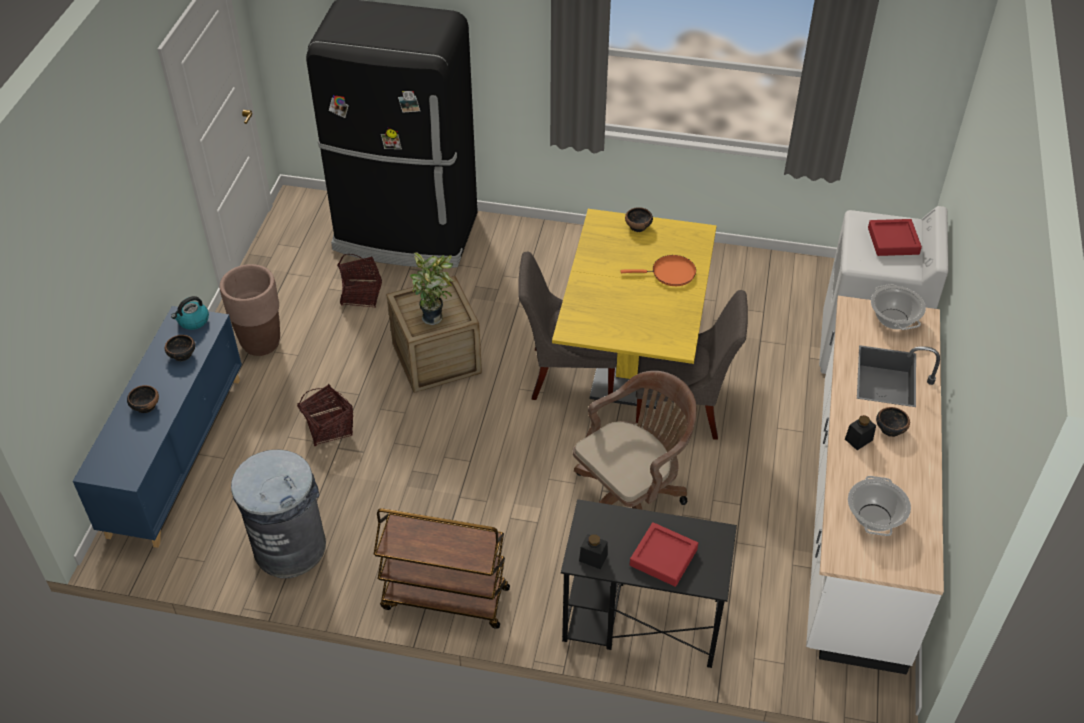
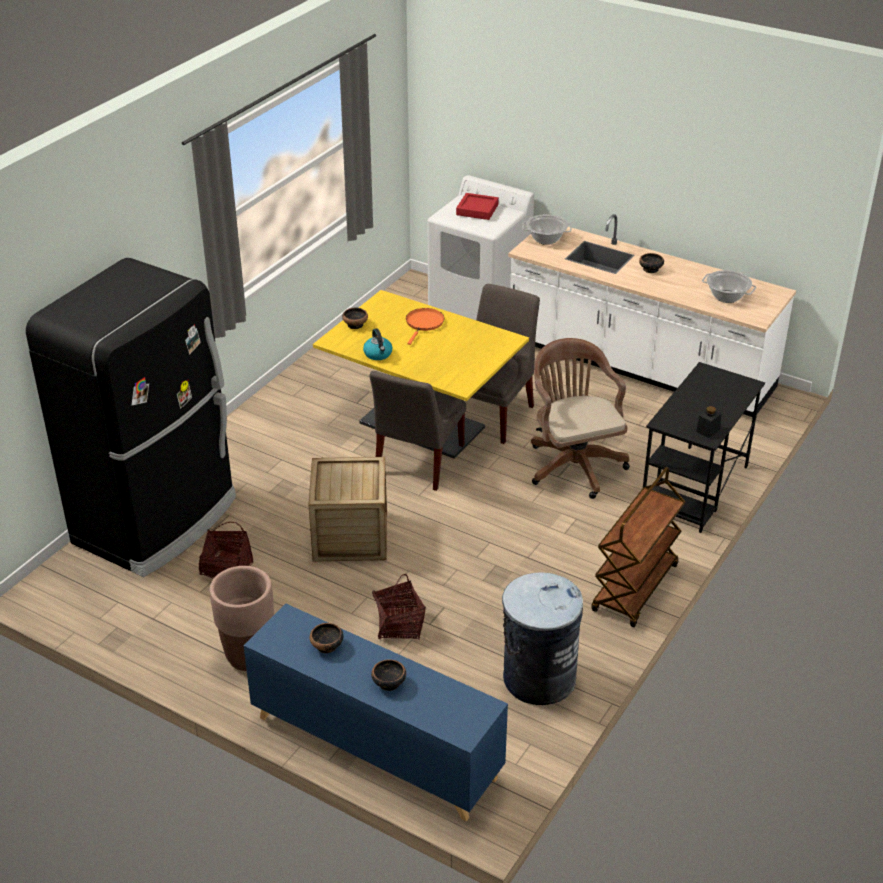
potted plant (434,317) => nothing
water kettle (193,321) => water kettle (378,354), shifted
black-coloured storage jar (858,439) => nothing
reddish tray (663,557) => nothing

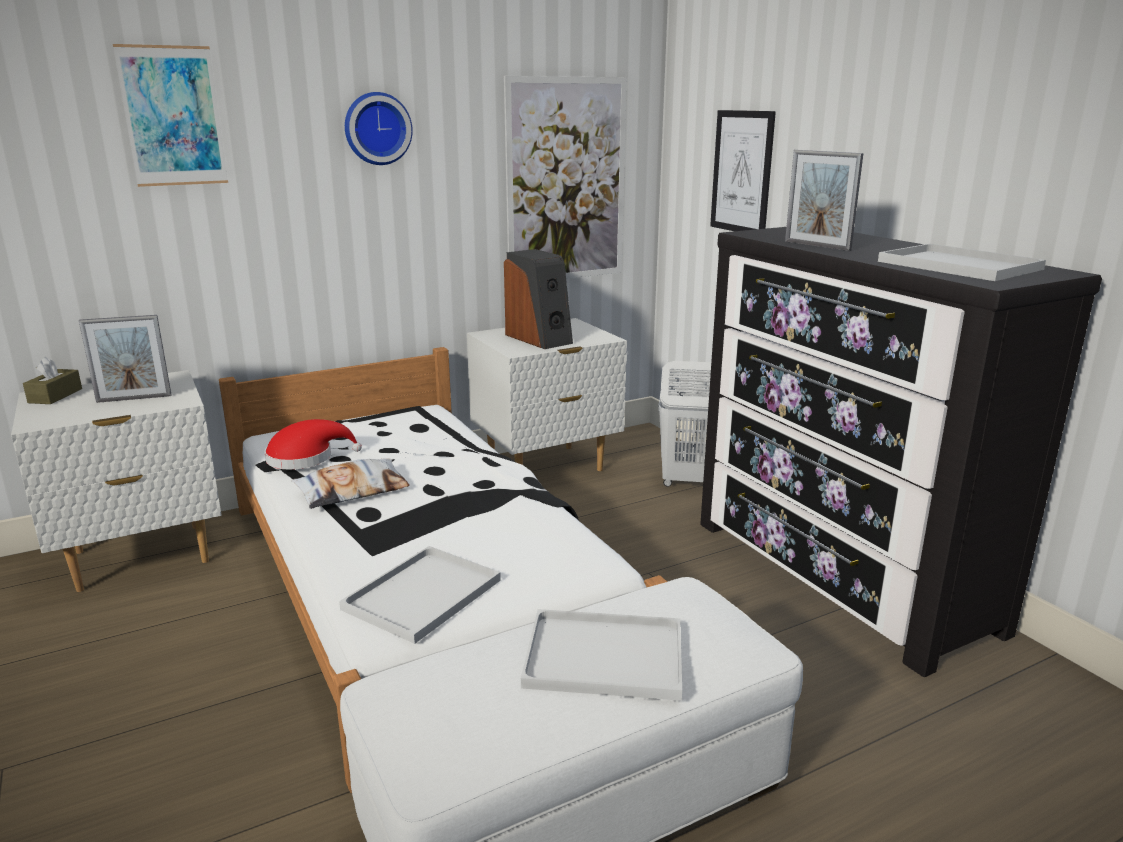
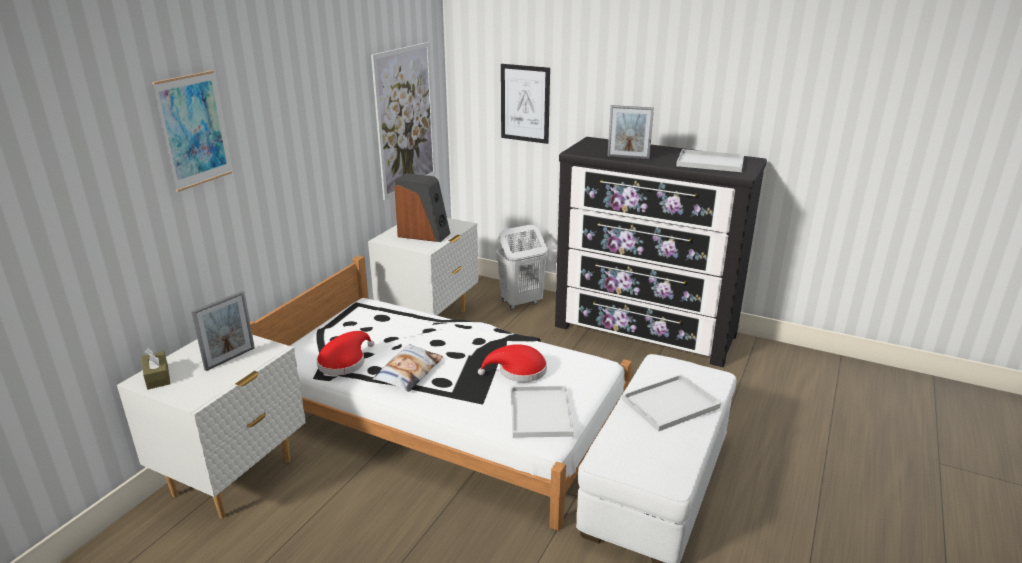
hanging clock (377,128) => nothing
nothing => reddish clothing hat (518,371)

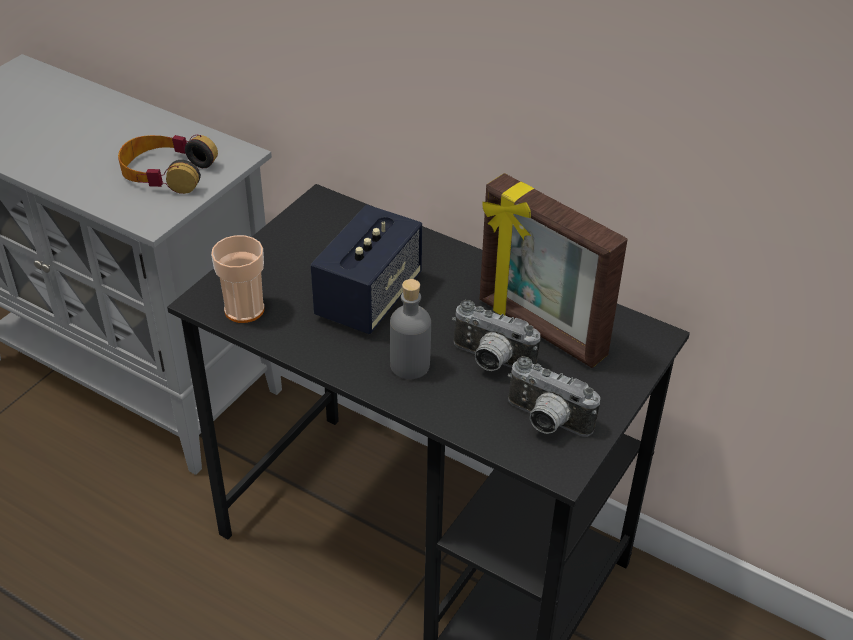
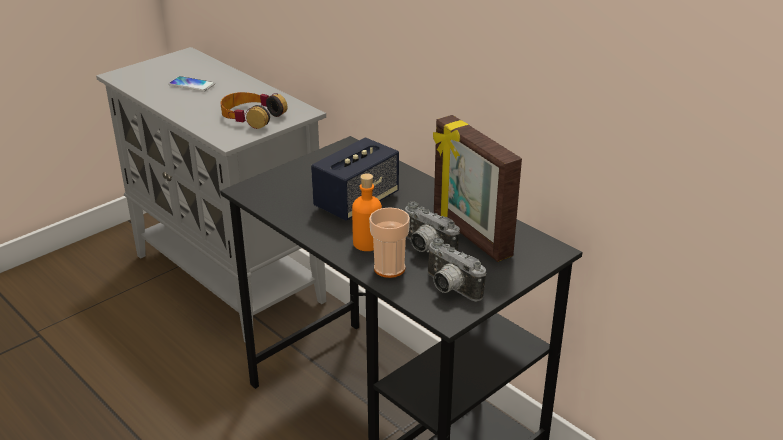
small cup (244,309) => small cup (389,268), shifted
gray beverage bottle (410,365) => orange-coloured beverage bottle (367,243)
nothing => telephone (192,85)

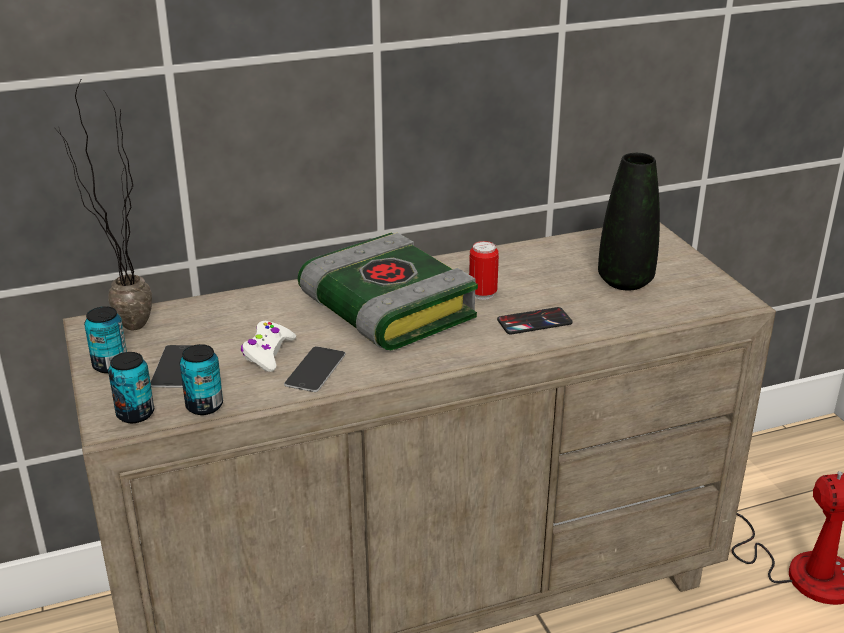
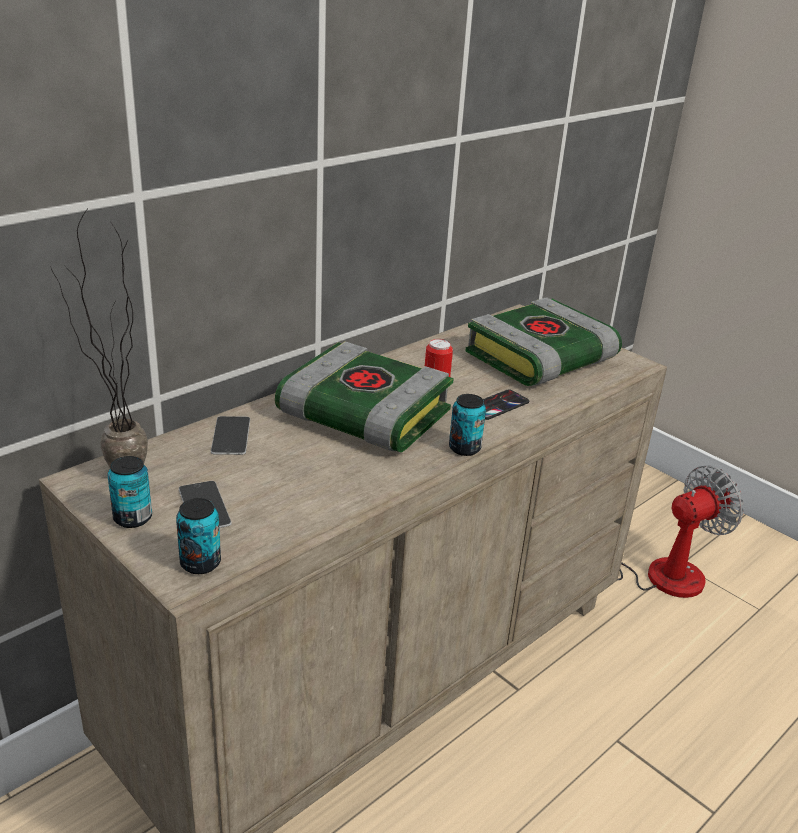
black-coloured flower vase (625,281) => book (540,359)
whitish game controller (268,353) => nothing
sealed can (204,406) => sealed can (464,448), shifted
telephone (315,369) => telephone (231,435), shifted

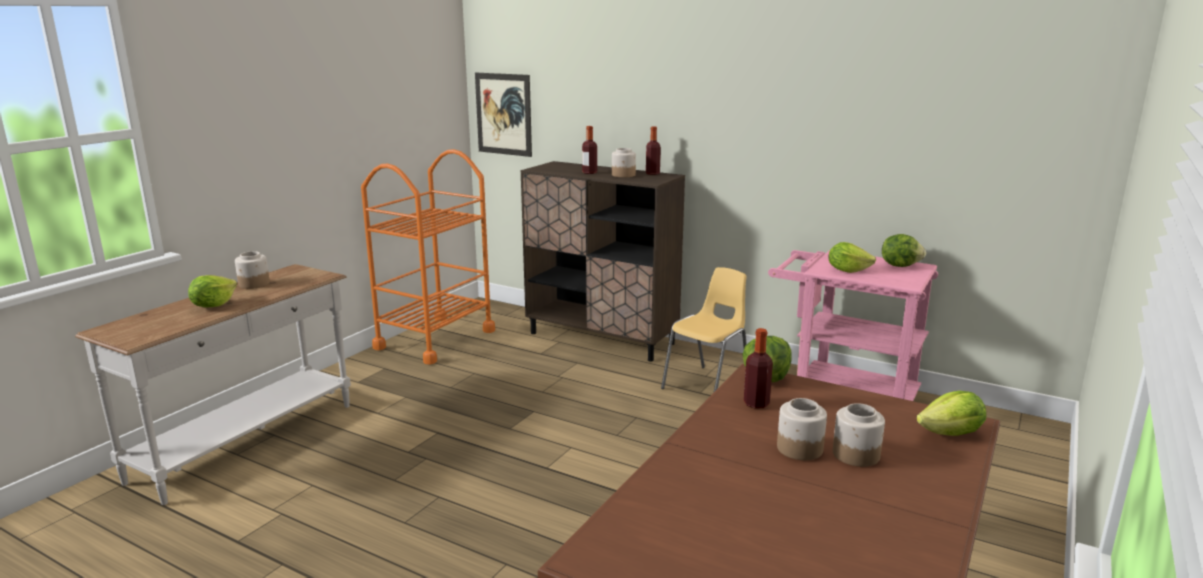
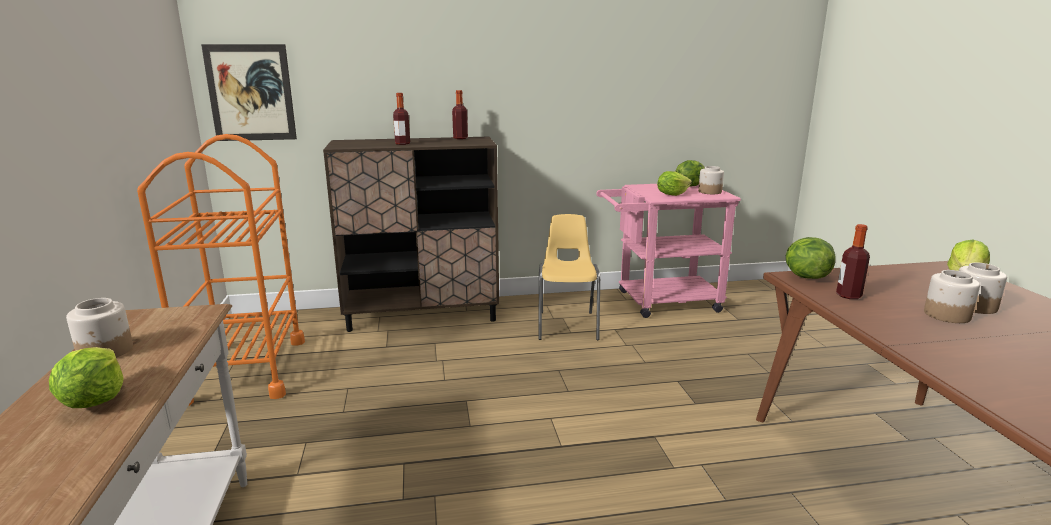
storage jar (623,175) => storage jar (710,192), shifted

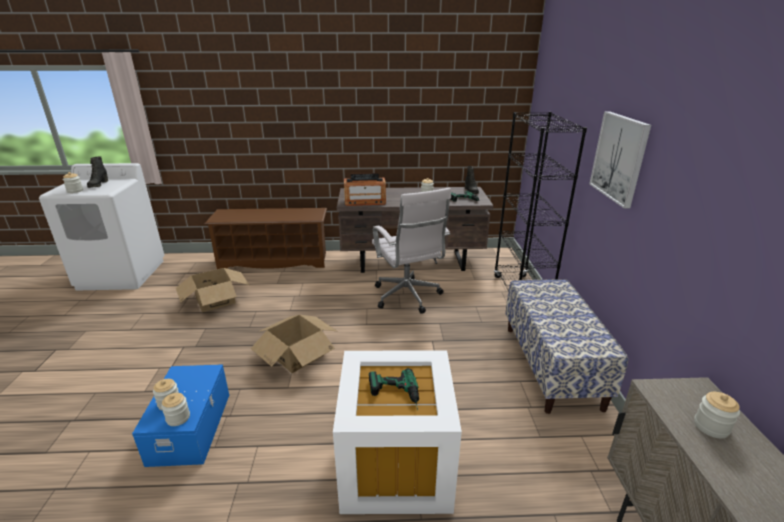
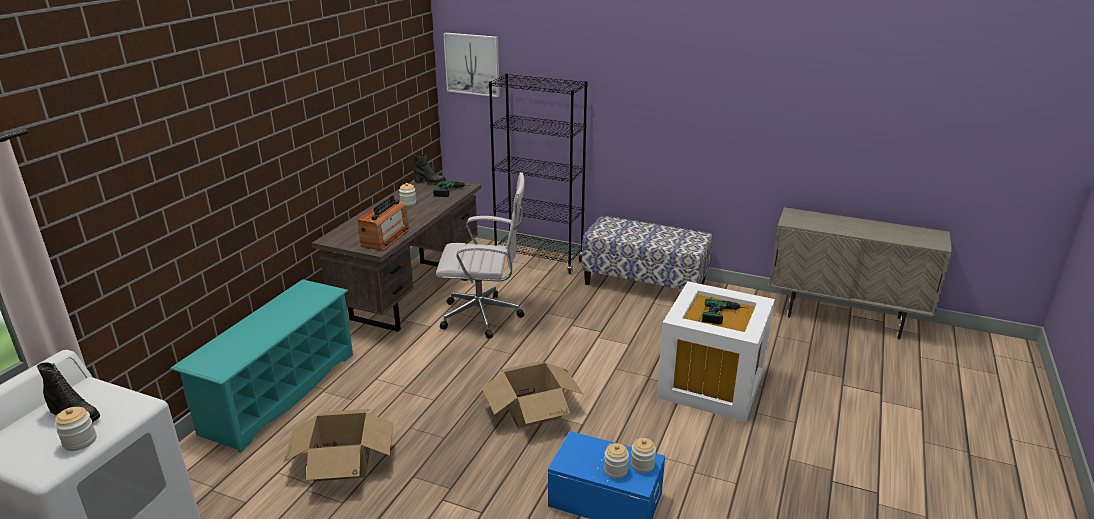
picture (619,158) => picture (472,64), shifted
brown-coloured shoe stand (274,260) => turquoise shoe stand (280,392)
storage jar (711,426) => nothing

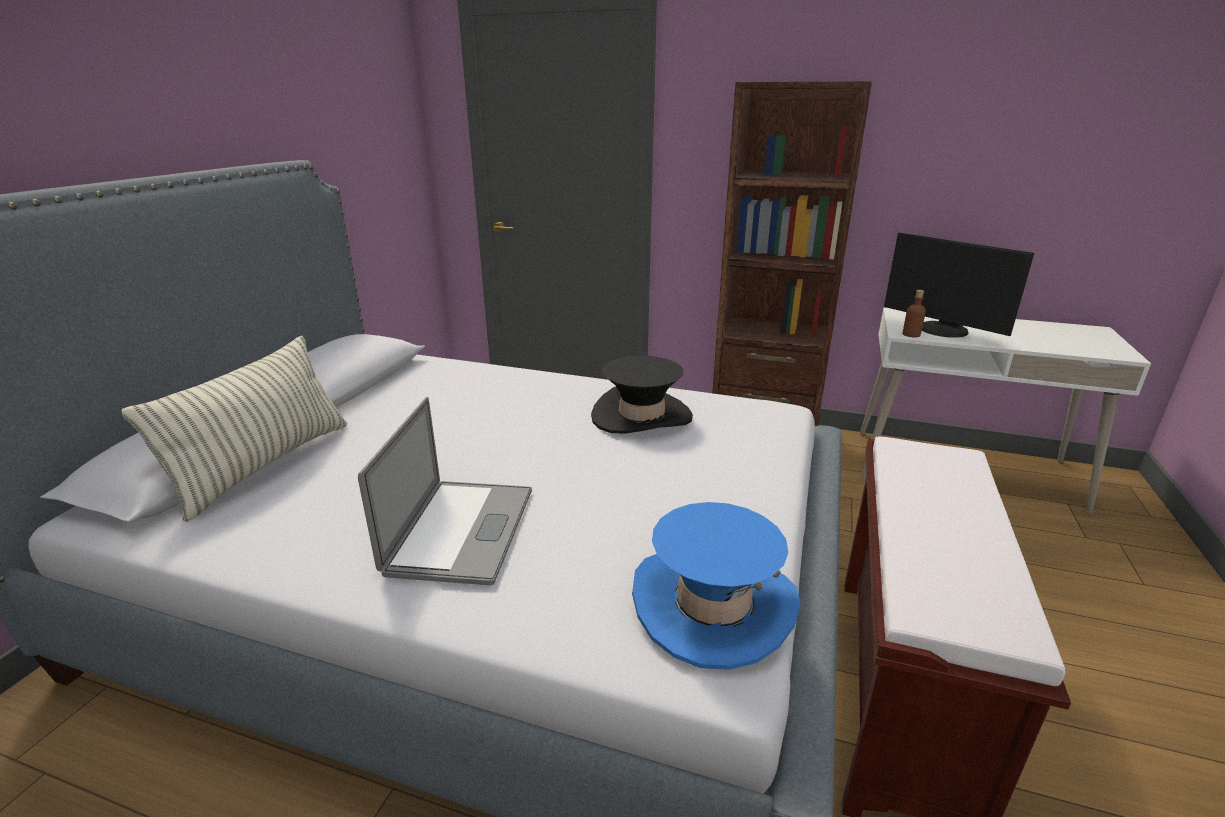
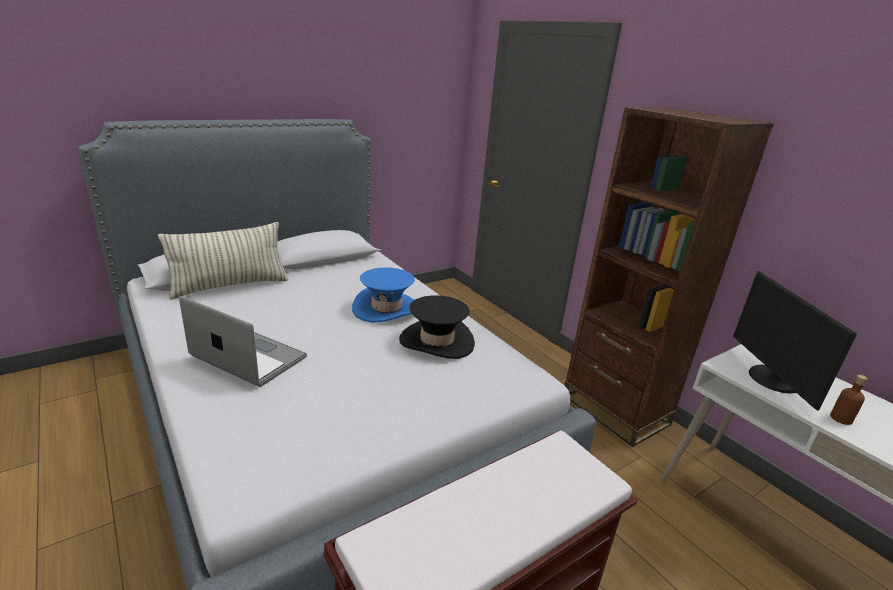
brown-coloured beverage bottle (911,334) => brown-coloured beverage bottle (841,418), shifted
portable computer (461,530) => portable computer (248,357), 105 degrees counterclockwise
blue-coloured clothing hat (713,605) => blue-coloured clothing hat (386,309), shifted

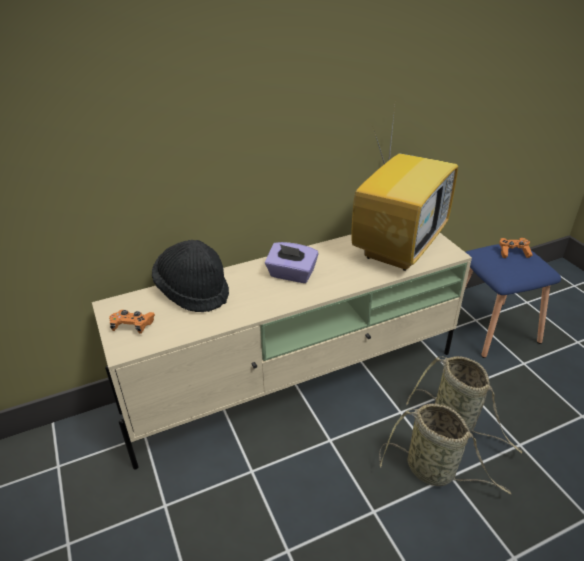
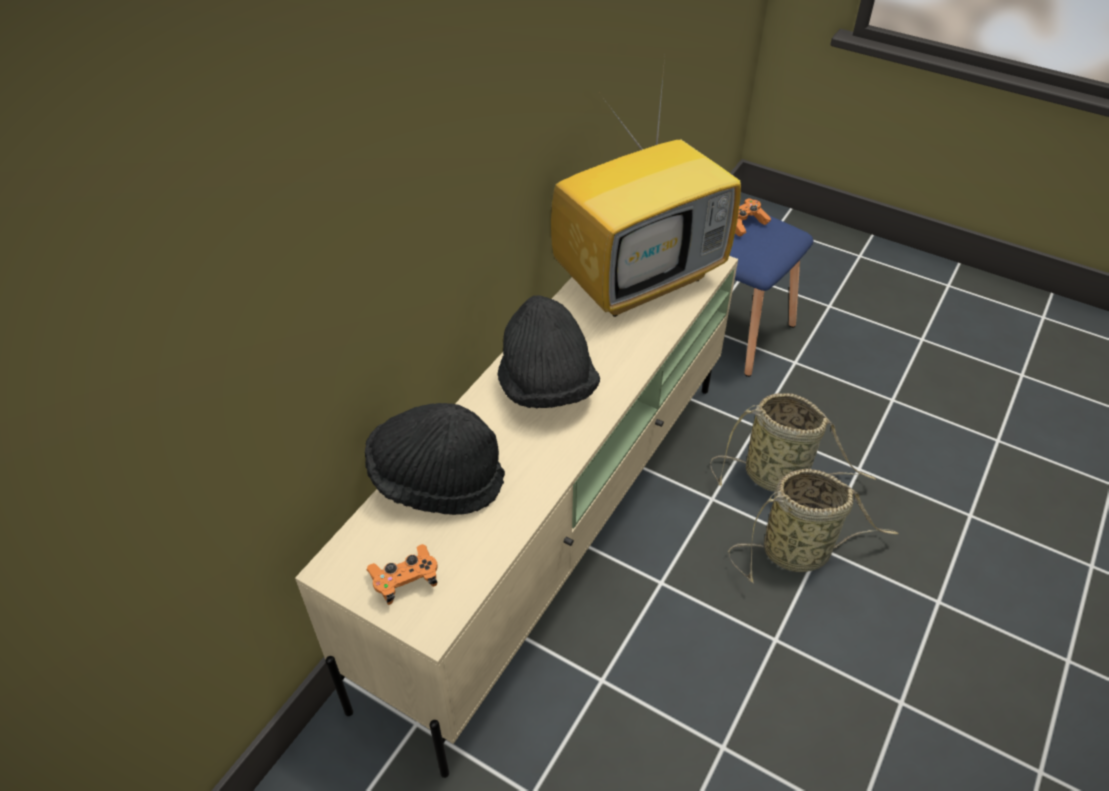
television (398,245) => television (640,278), 60 degrees clockwise
purple-coloured tissue holder (291,274) => black-coloured clothing hat (546,386)

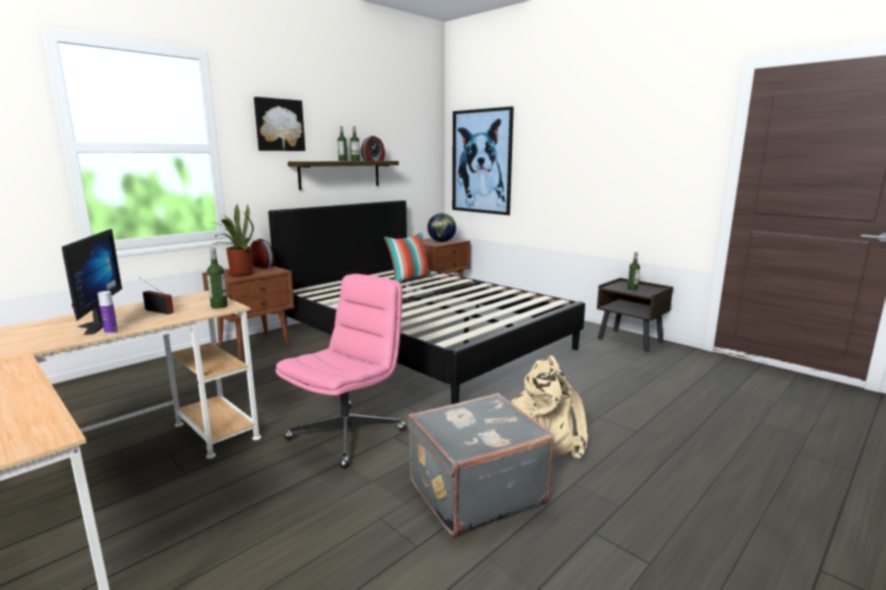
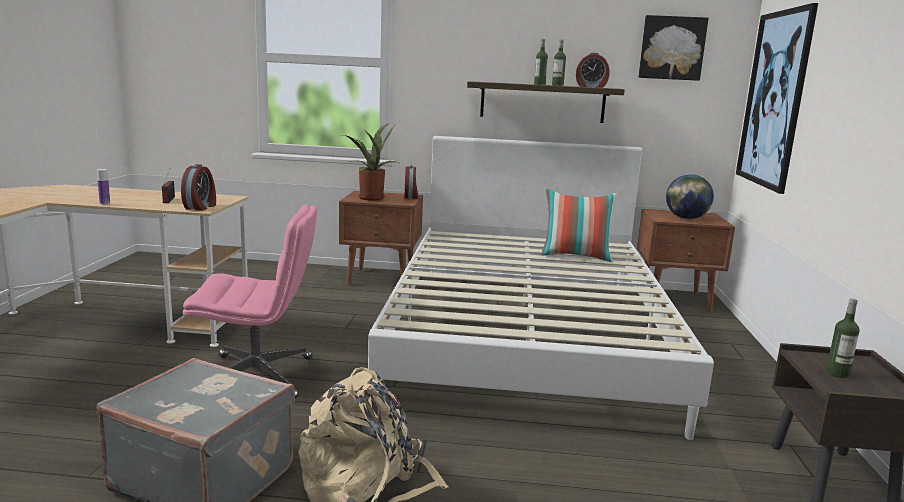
picture (279,125) => picture (672,48), shifted
black-coloured bed (422,338) => whitish bed (527,334)
computer display (92,325) => nothing
beverage bottle (219,306) => table clock (201,207)

